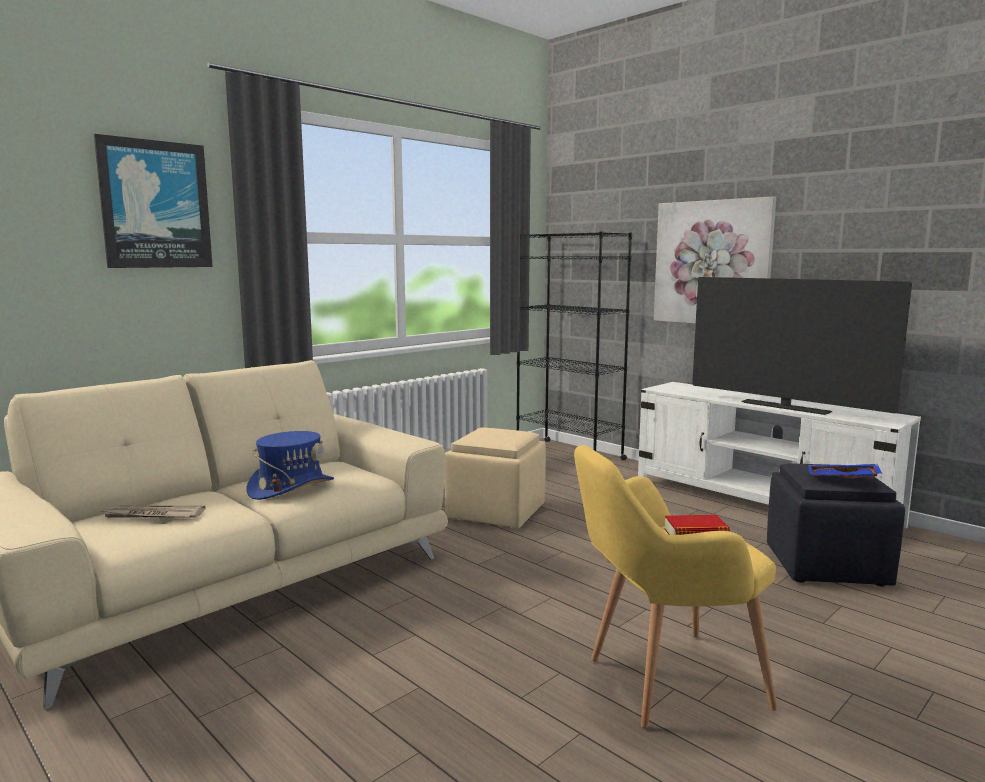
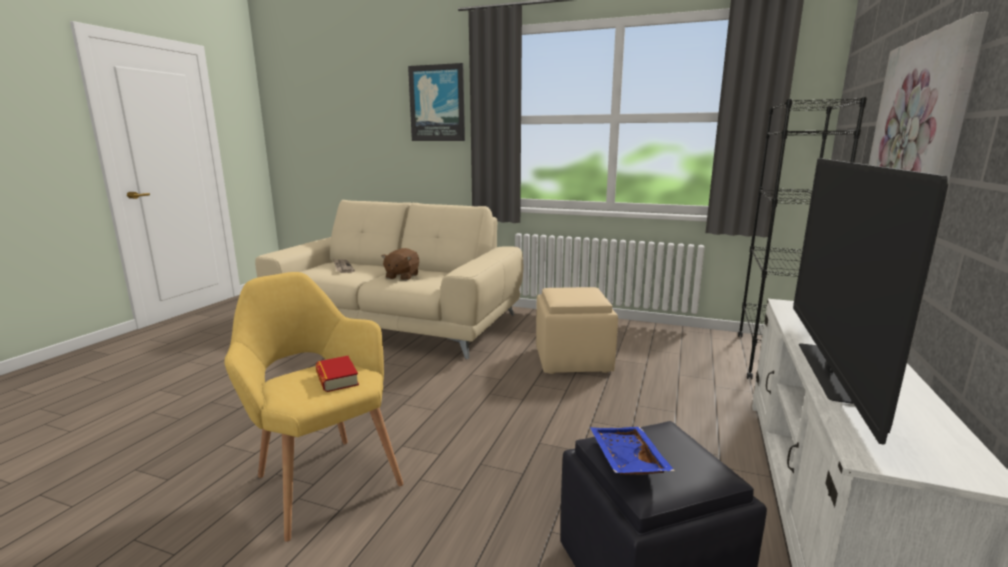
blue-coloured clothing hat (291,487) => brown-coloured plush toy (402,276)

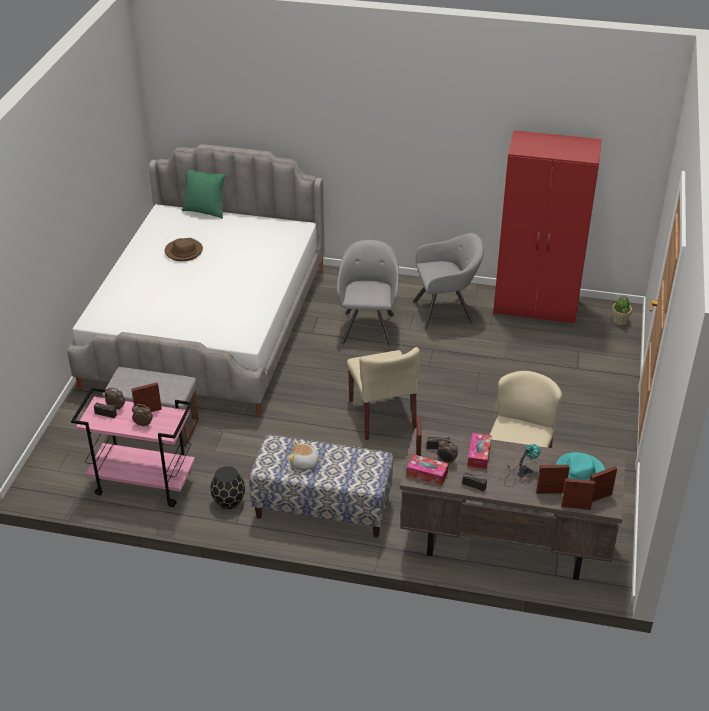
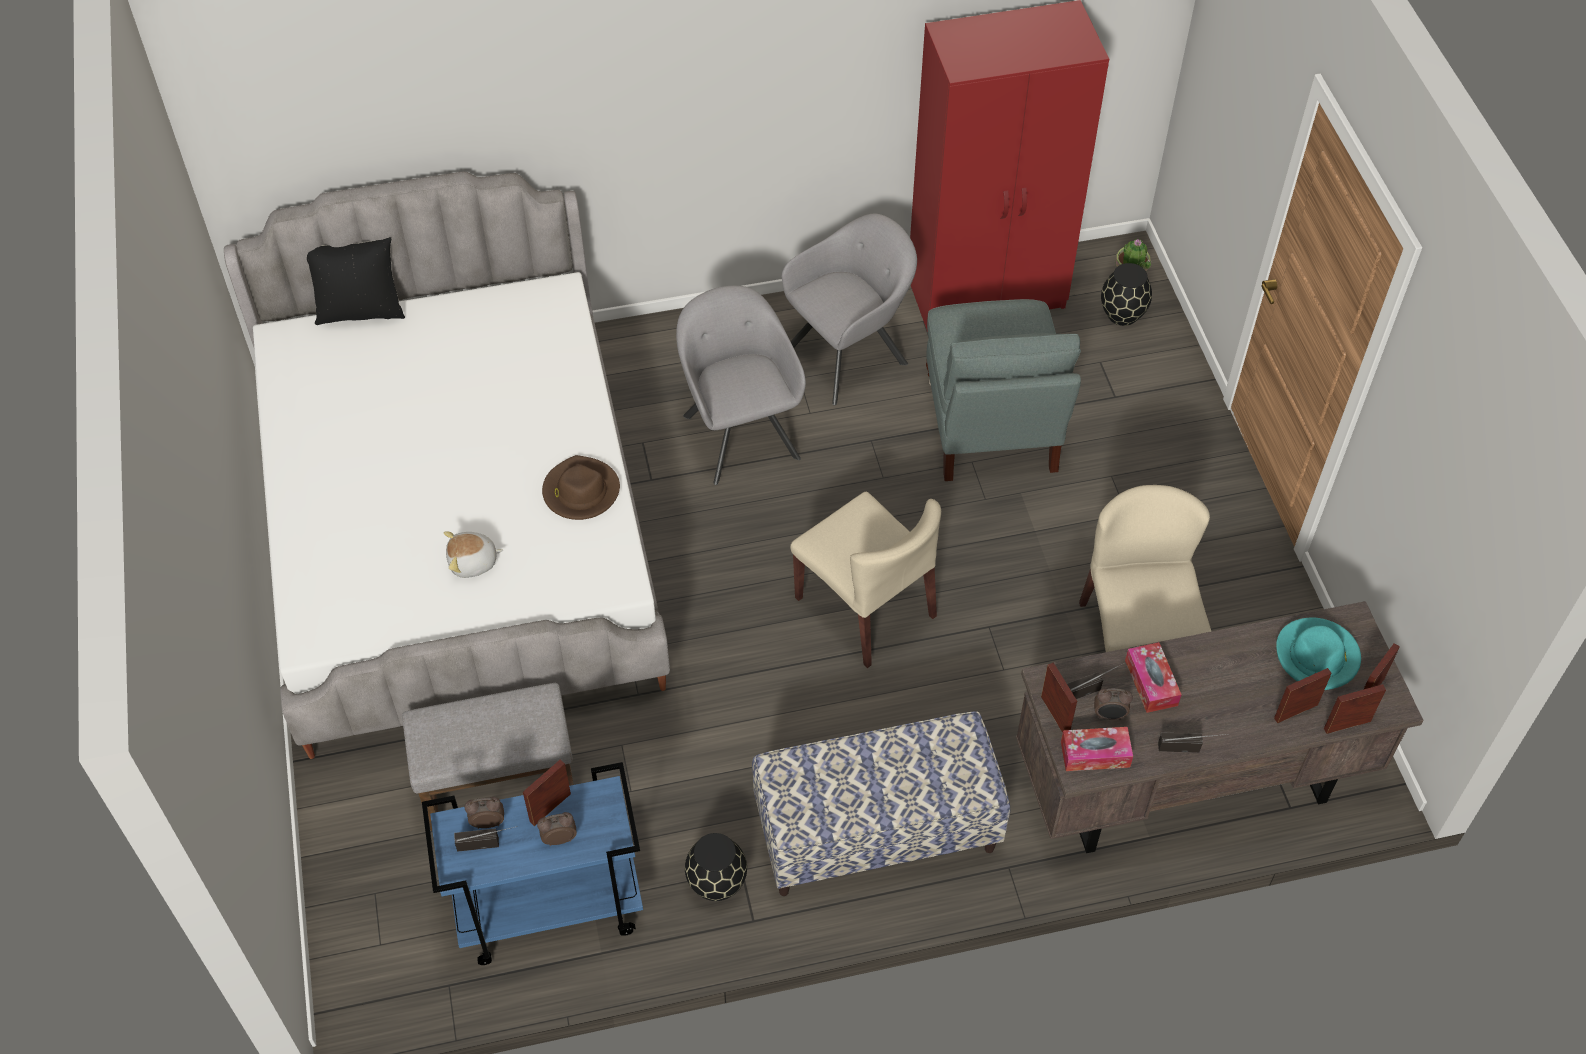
green cushion (205,211) => black-coloured cushion (360,310)
brown-coloured clothing hat (183,251) => brown-coloured clothing hat (580,491), shifted
pink cart (142,484) => blue-coloured cart (548,909)
plush toy (304,463) => plush toy (473,563), shifted
lamp for a table (521,472) => nothing
nothing => black-coloured flower vase (1123,314)
nothing => gray armchair (990,426)

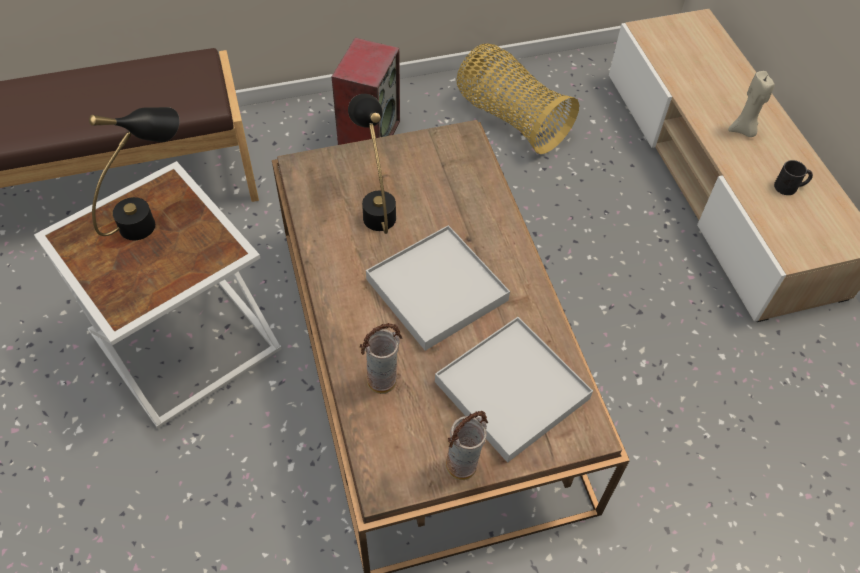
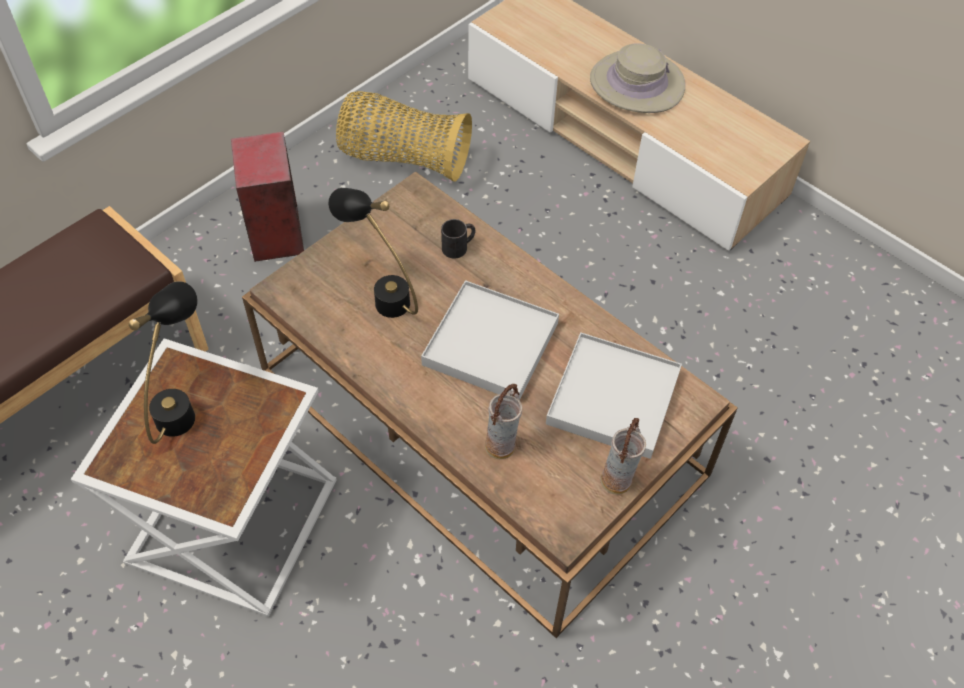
sand-coloured wax candle (743,130) => sand-coloured clothing hat (636,84)
black-coloured coffee mug (790,187) => black-coloured coffee mug (459,246), shifted

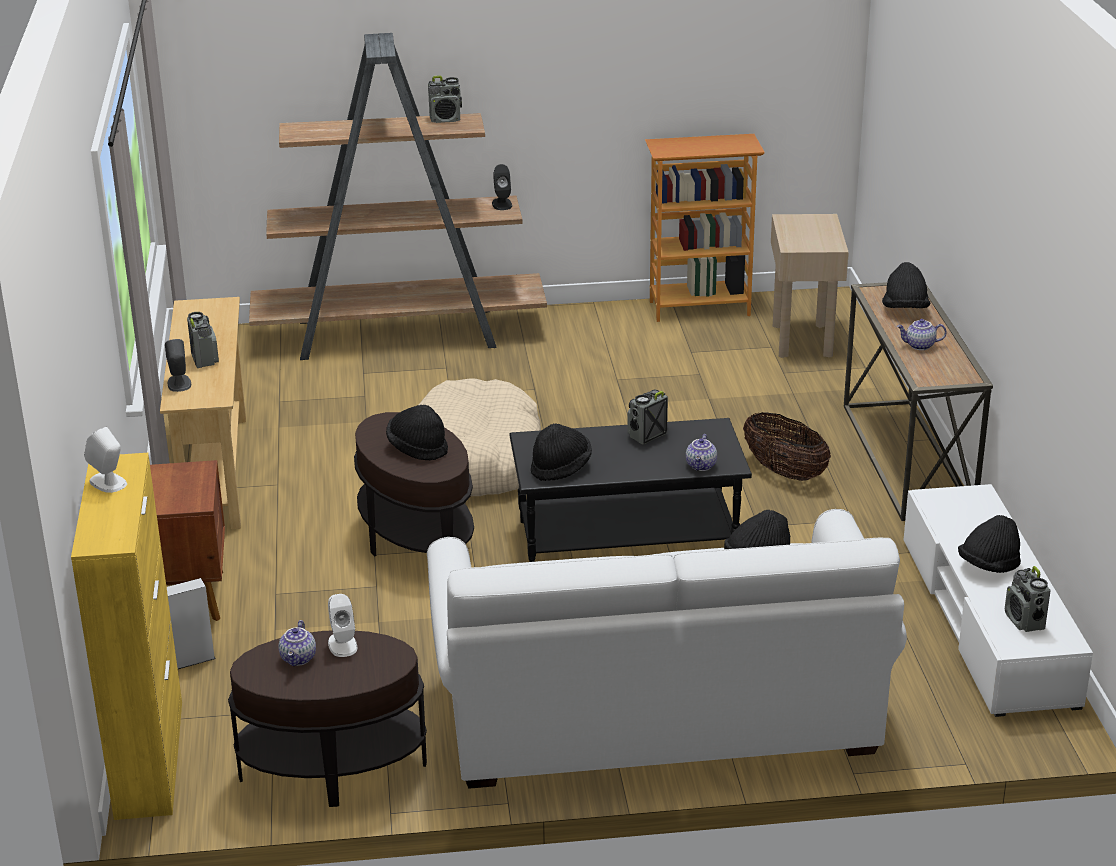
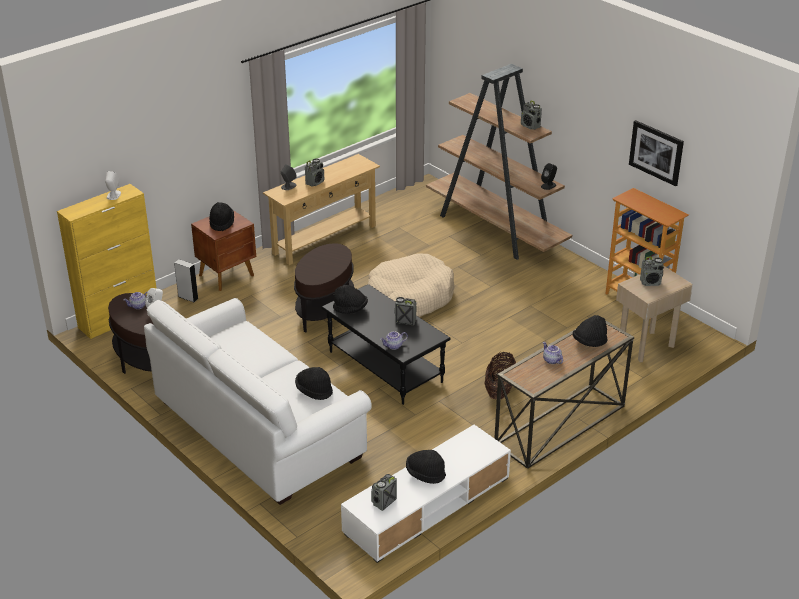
black-coloured clothing hat (418,448) => black-coloured clothing hat (221,223), shifted
nothing => picture (656,152)
nothing => radio receiver (650,282)

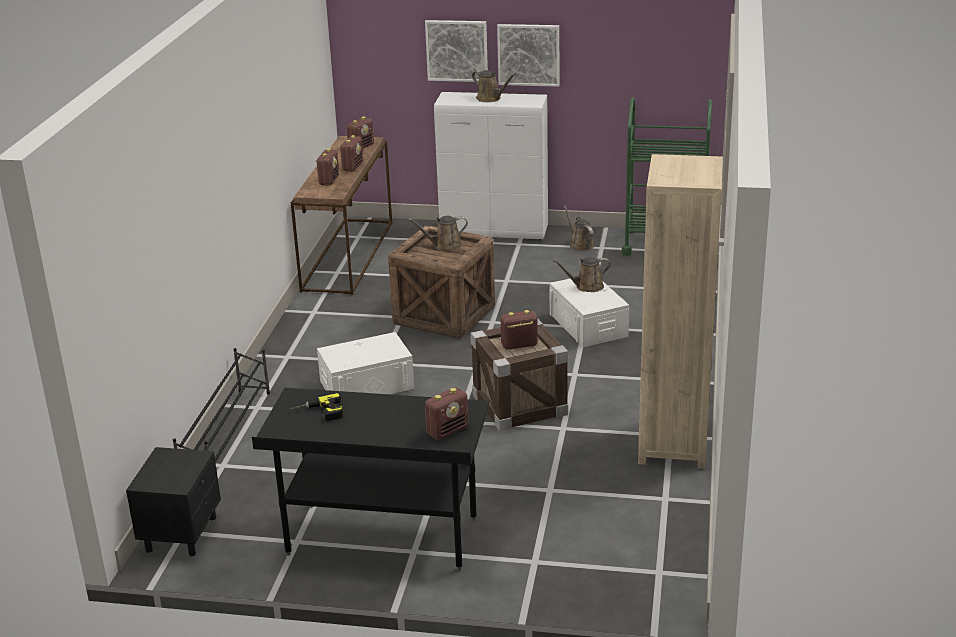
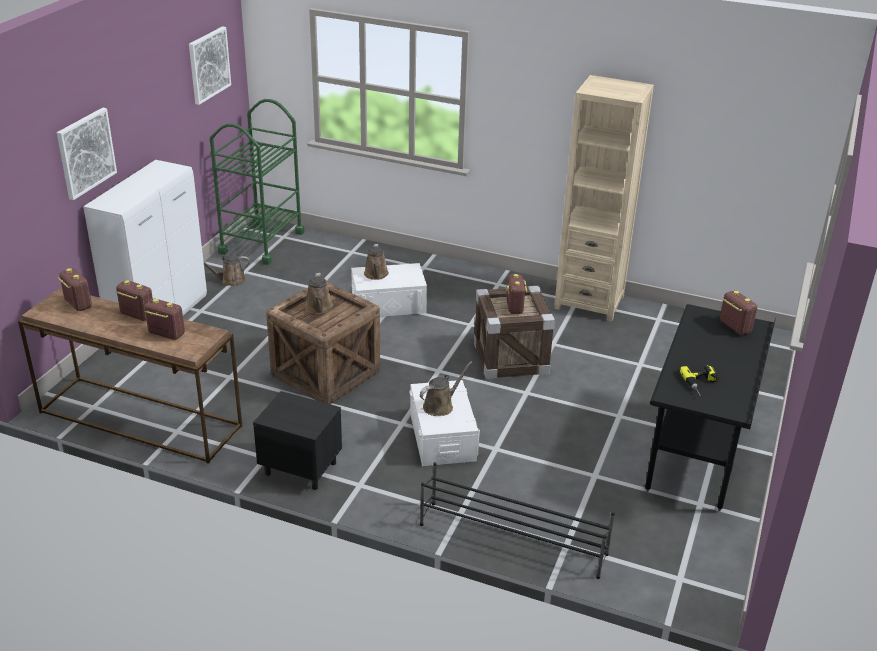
picture (528,54) => picture (208,65), shifted
brown-coloured watering can (490,98) => brown-coloured watering can (440,406), shifted
black-coloured nightstand (182,533) => black-coloured nightstand (300,468), shifted

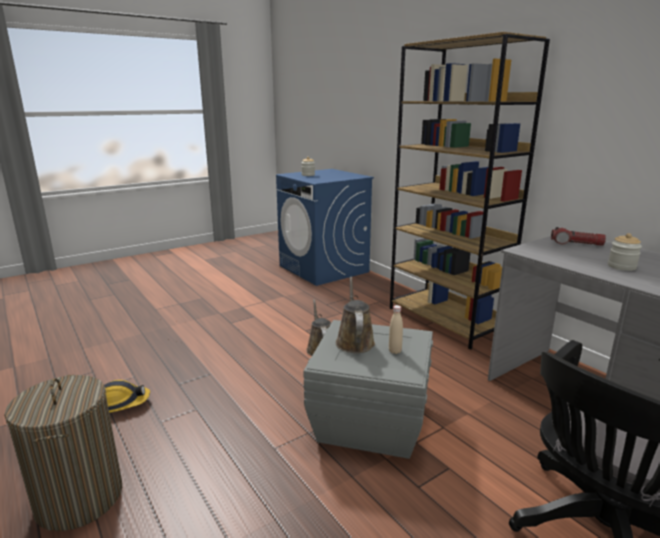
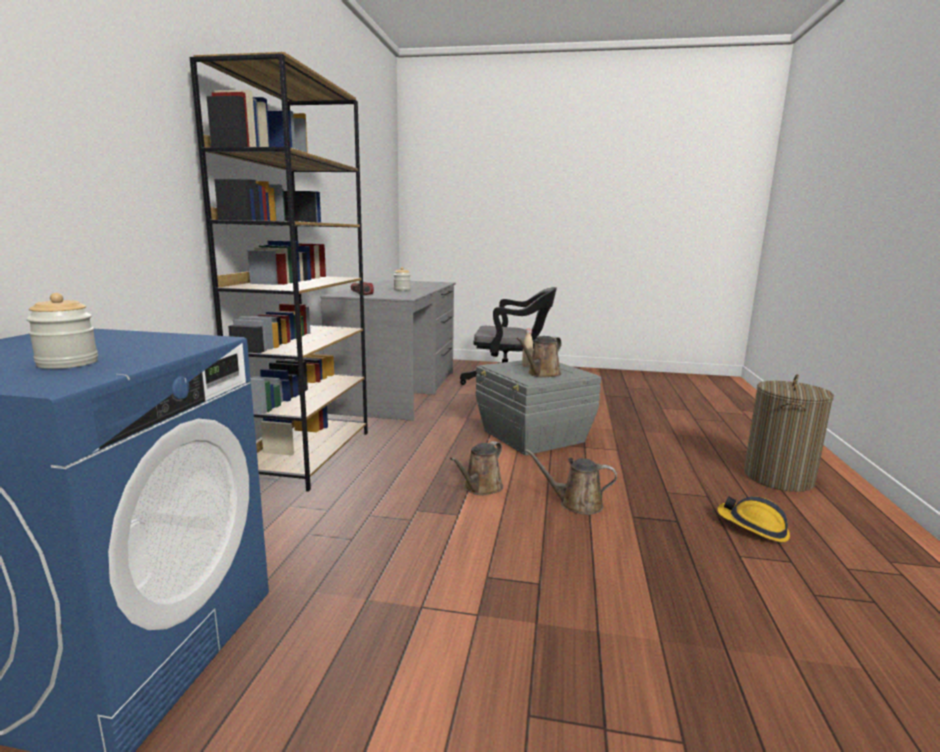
nothing => brown-coloured watering can (576,504)

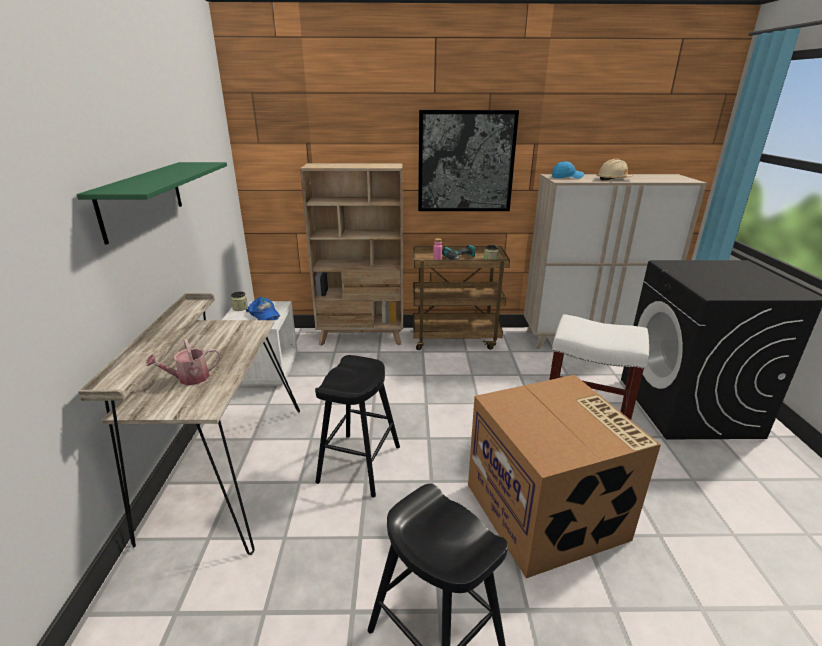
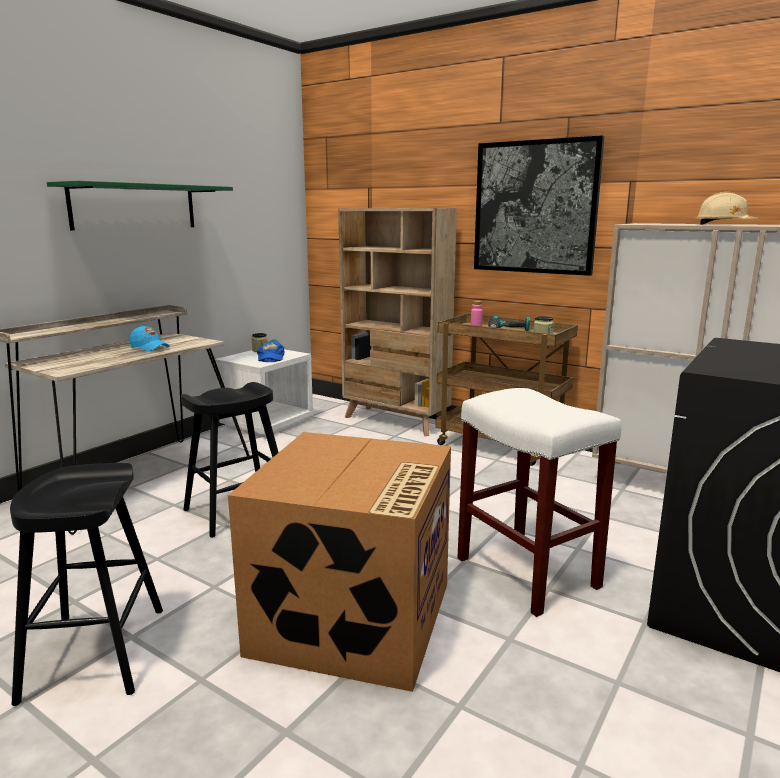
blue-coloured baseball cap (567,177) => blue-coloured baseball cap (149,348), shifted
watering can (189,378) => nothing

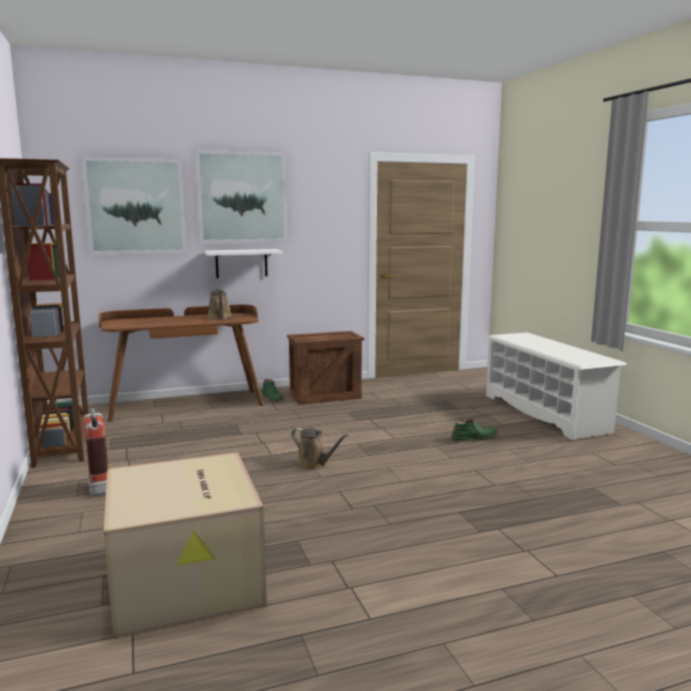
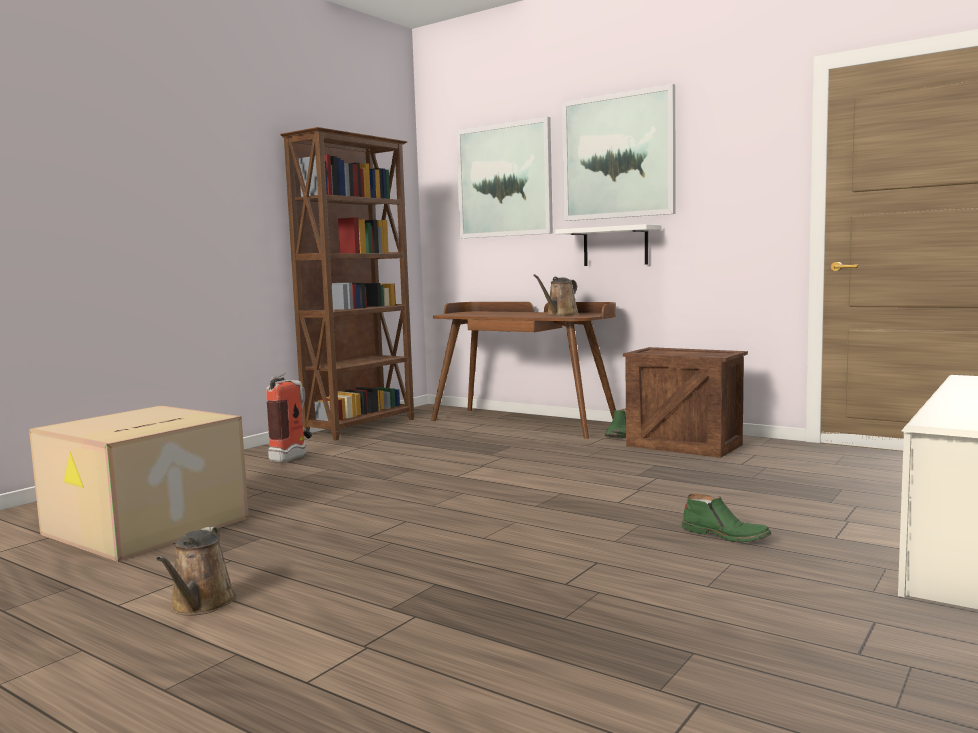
brown-coloured watering can (314,464) => brown-coloured watering can (200,605), shifted

